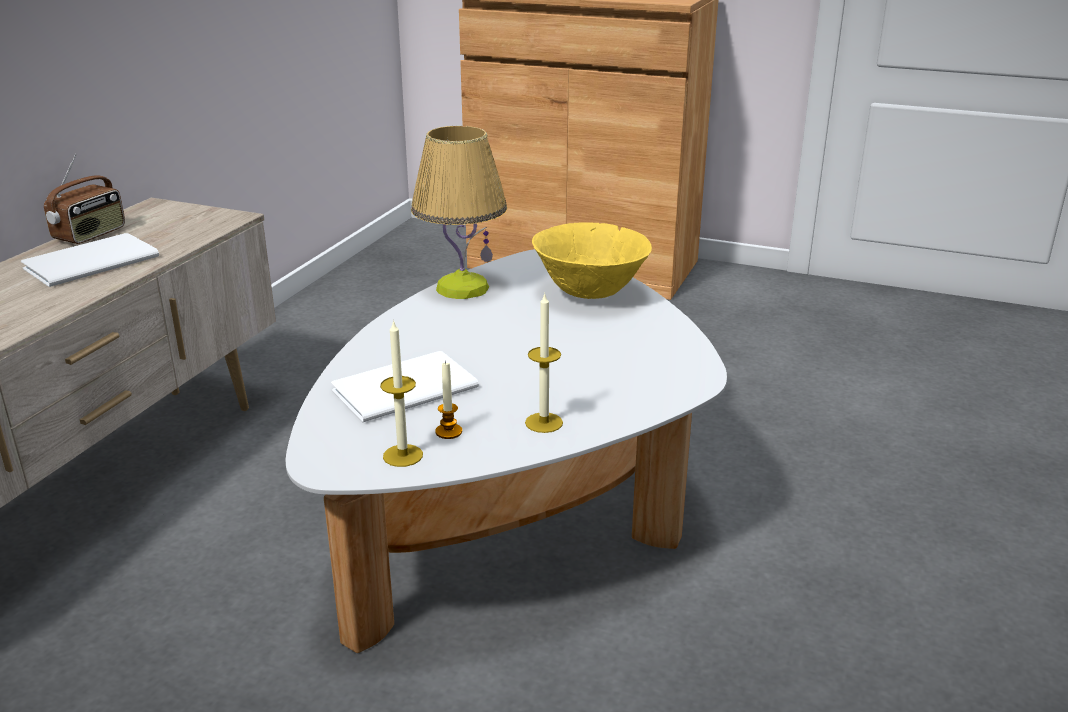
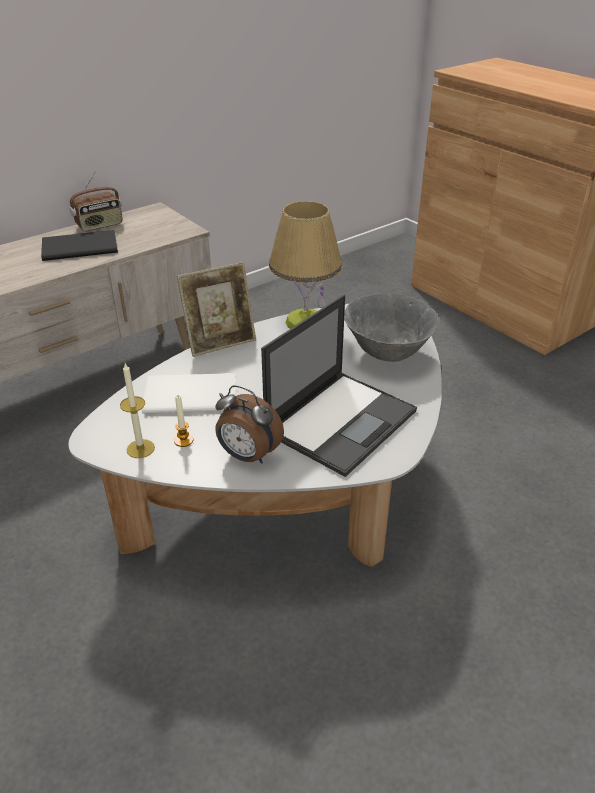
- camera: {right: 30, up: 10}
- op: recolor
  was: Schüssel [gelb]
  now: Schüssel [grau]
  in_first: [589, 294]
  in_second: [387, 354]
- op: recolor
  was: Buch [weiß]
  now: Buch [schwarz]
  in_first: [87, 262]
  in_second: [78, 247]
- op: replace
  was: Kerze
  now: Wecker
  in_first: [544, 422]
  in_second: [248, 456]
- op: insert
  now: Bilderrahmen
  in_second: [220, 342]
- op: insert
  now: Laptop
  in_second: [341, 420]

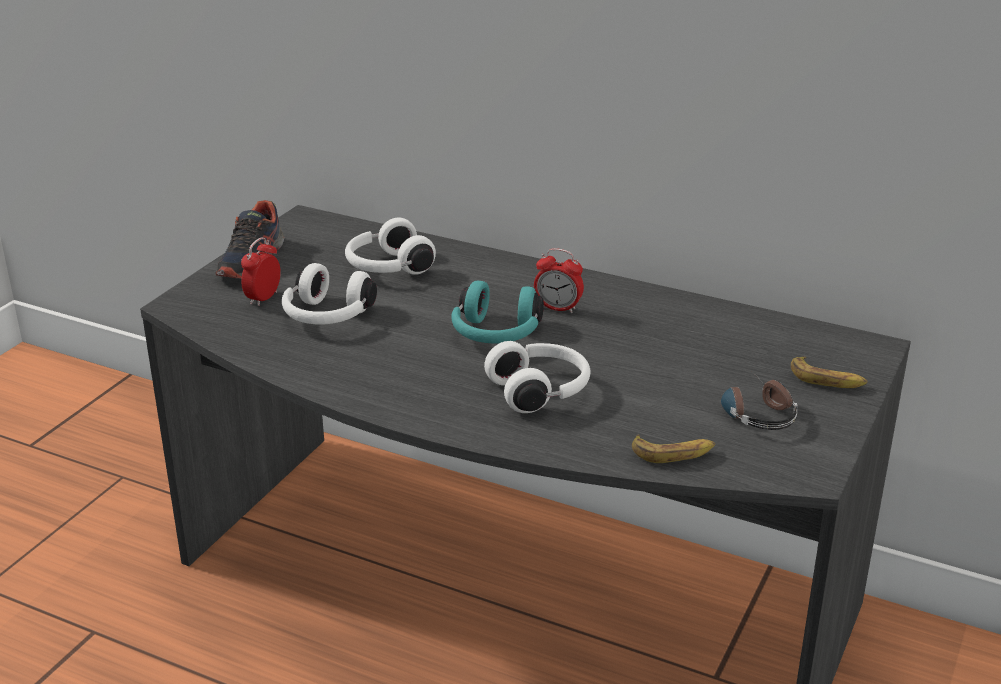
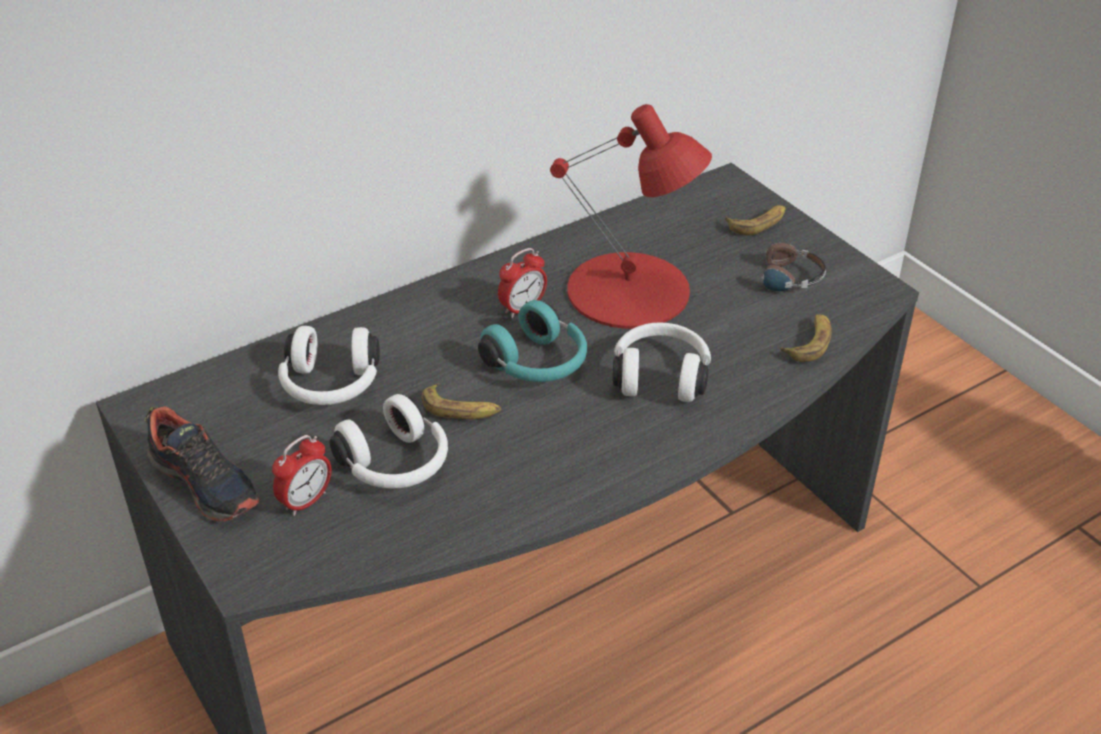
- camera: {right: -60, up: 10}
- op: rotate
  was: Wecker
  in_first: [263, 298]
  in_second: [306, 501]
  clockwise: -105
- op: insert
  now: Tischlampe [rot]
  in_second: [630, 291]
- op: insert
  now: Banane
  in_second: [461, 409]

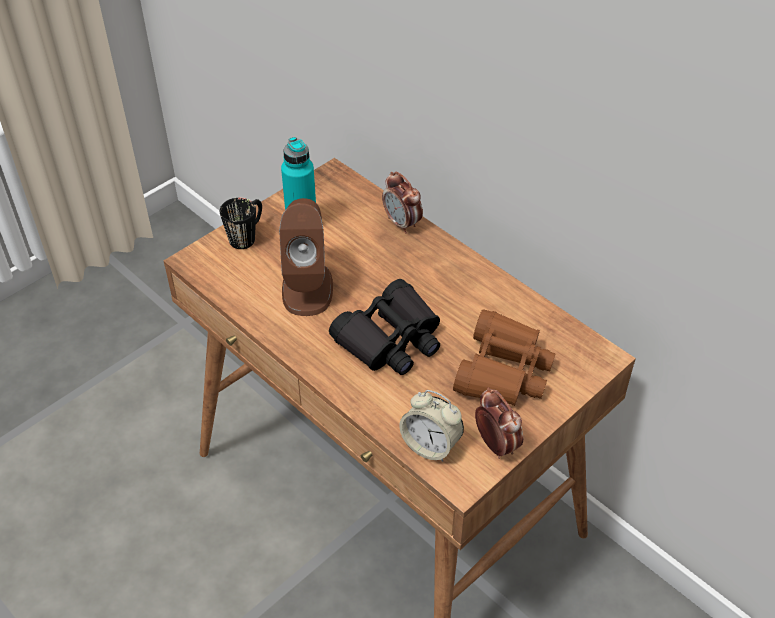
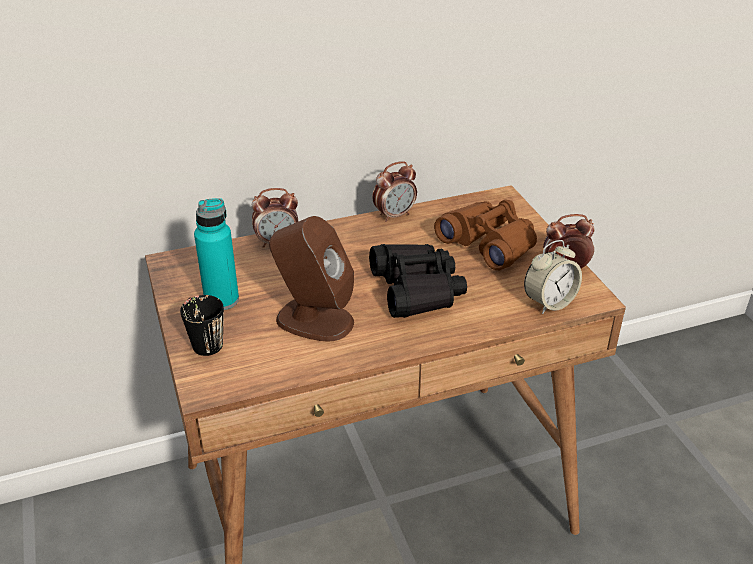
- camera: {right: -65, up: -10}
- op: insert
  now: Wecker
  in_second: [394, 215]

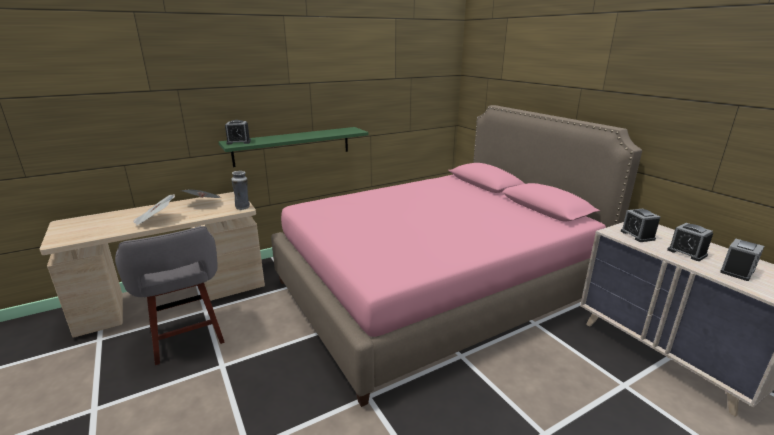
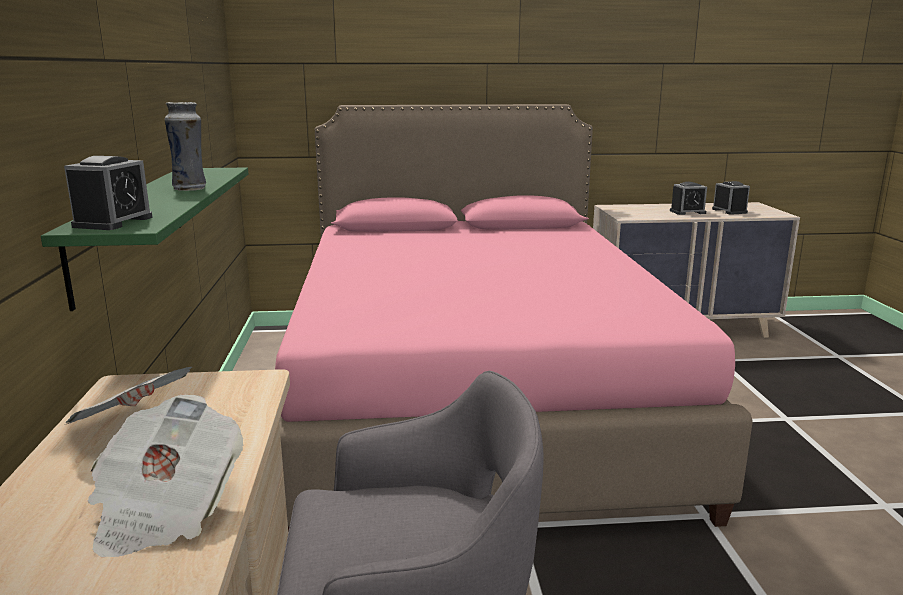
- camera: {right: -65, up: -5}
- op: move
  was: Vase
  in_first: [243, 207]
  in_second: [190, 188]
- op: delete
  was: Wecker
  in_first: [637, 235]

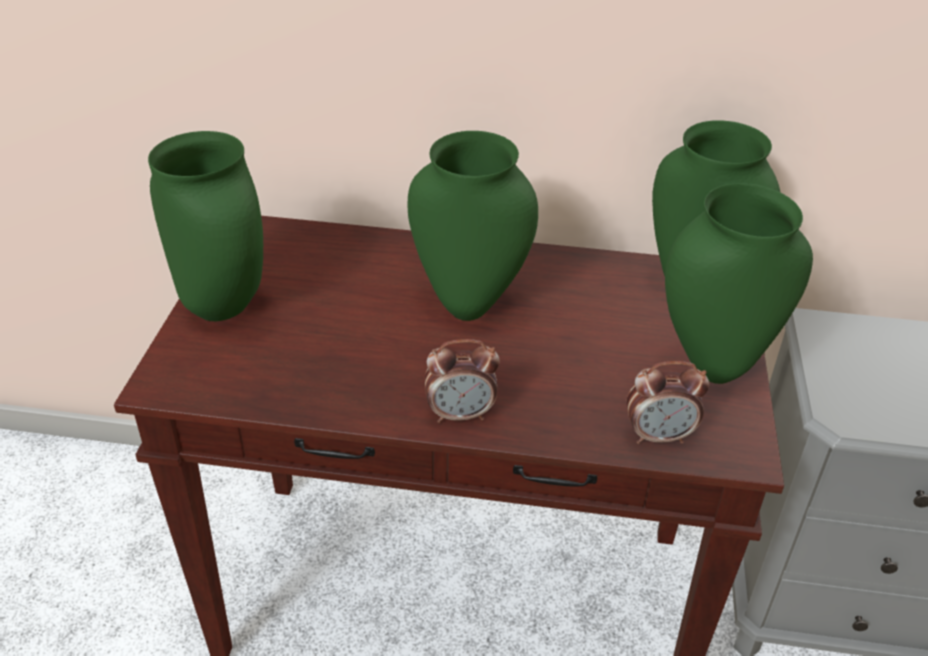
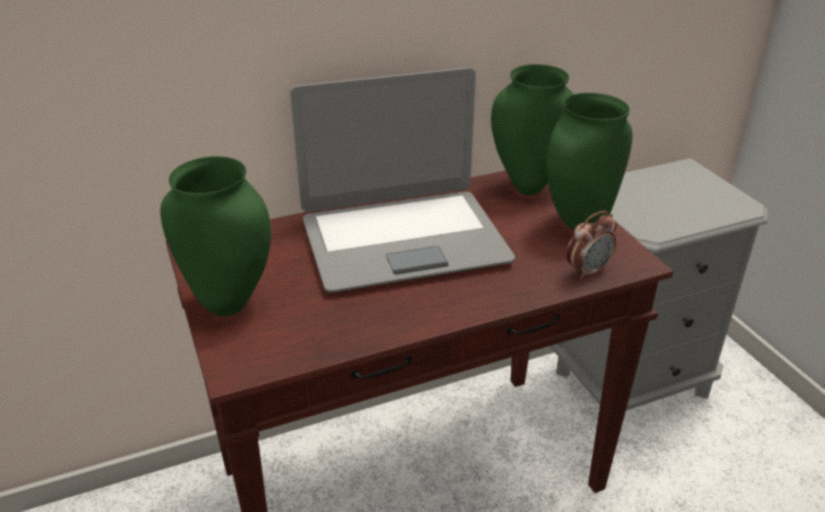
- camera: {right: -30, up: -5}
- op: replace
  was: Vase [grün]
  now: Laptop
  in_first: [470, 304]
  in_second: [403, 240]
- op: delete
  was: Wecker
  in_first: [460, 414]

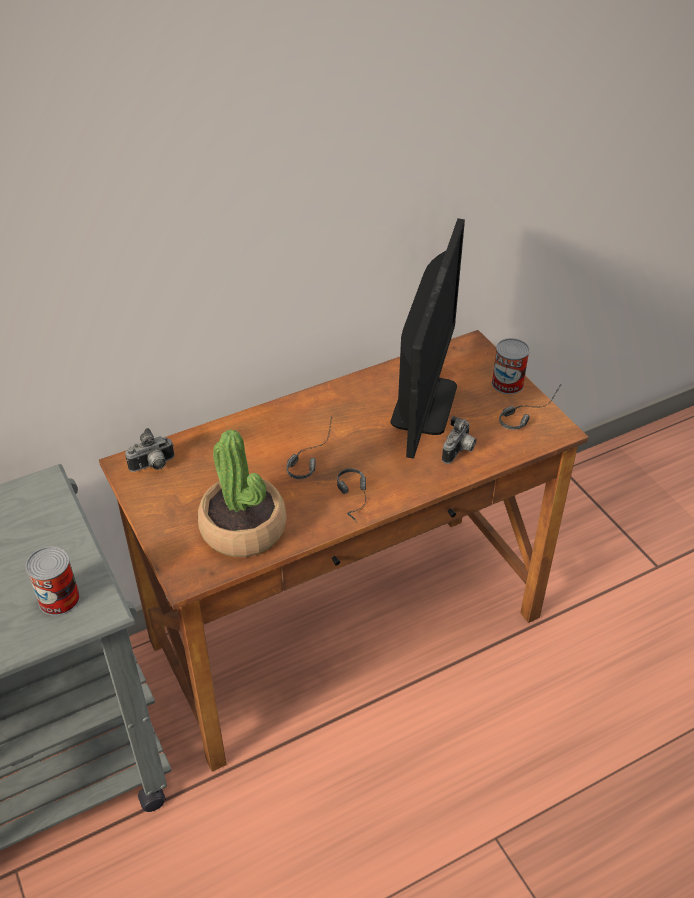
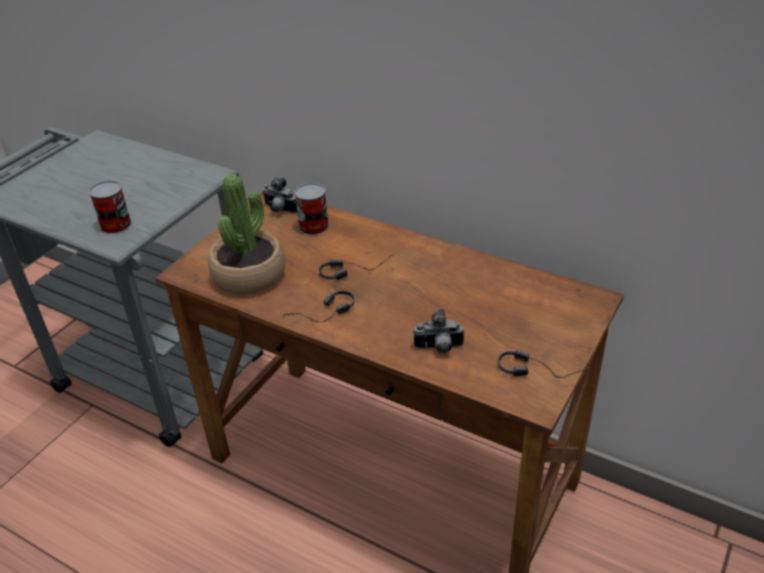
- camera: {right: 60, up: -5}
- op: delete
  was: Monitor
  in_first: [424, 404]
- op: move
  was: Dose
  in_first: [507, 383]
  in_second: [313, 226]

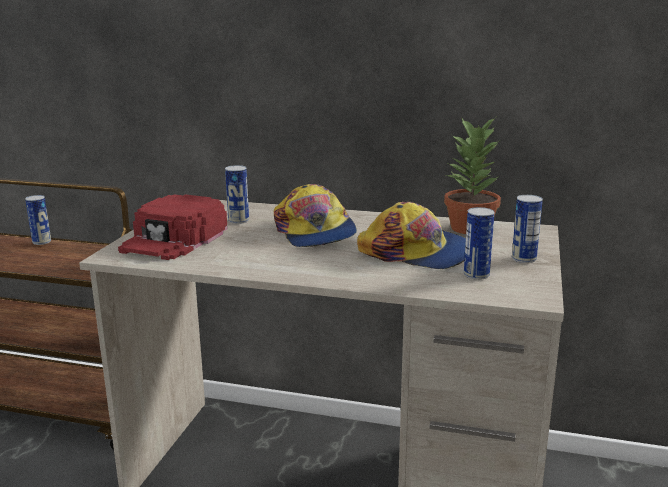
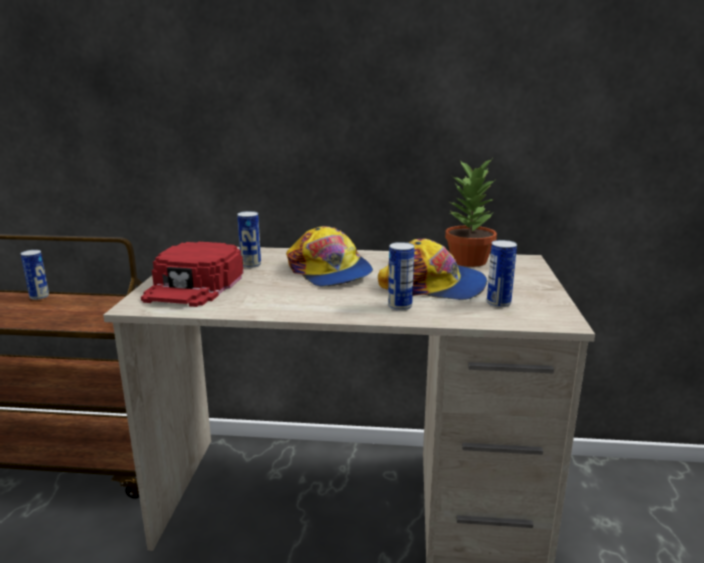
- camera: {right: -10, up: 0}
- op: move
  was: Dose
  in_first: [524, 259]
  in_second: [400, 306]

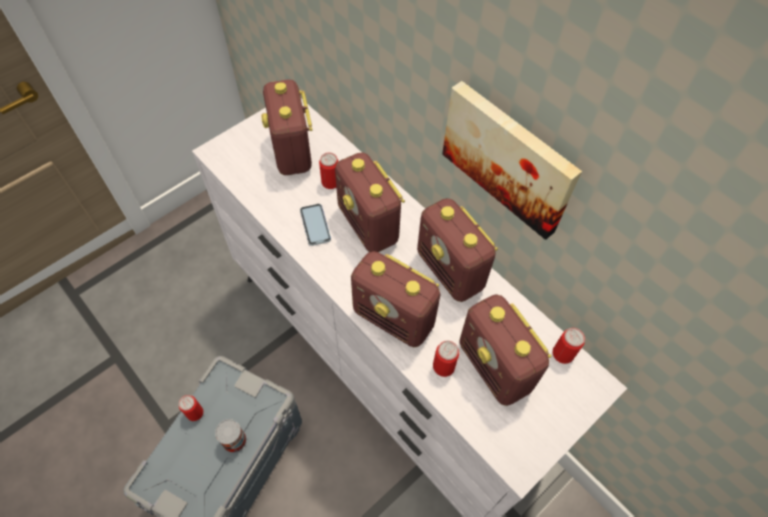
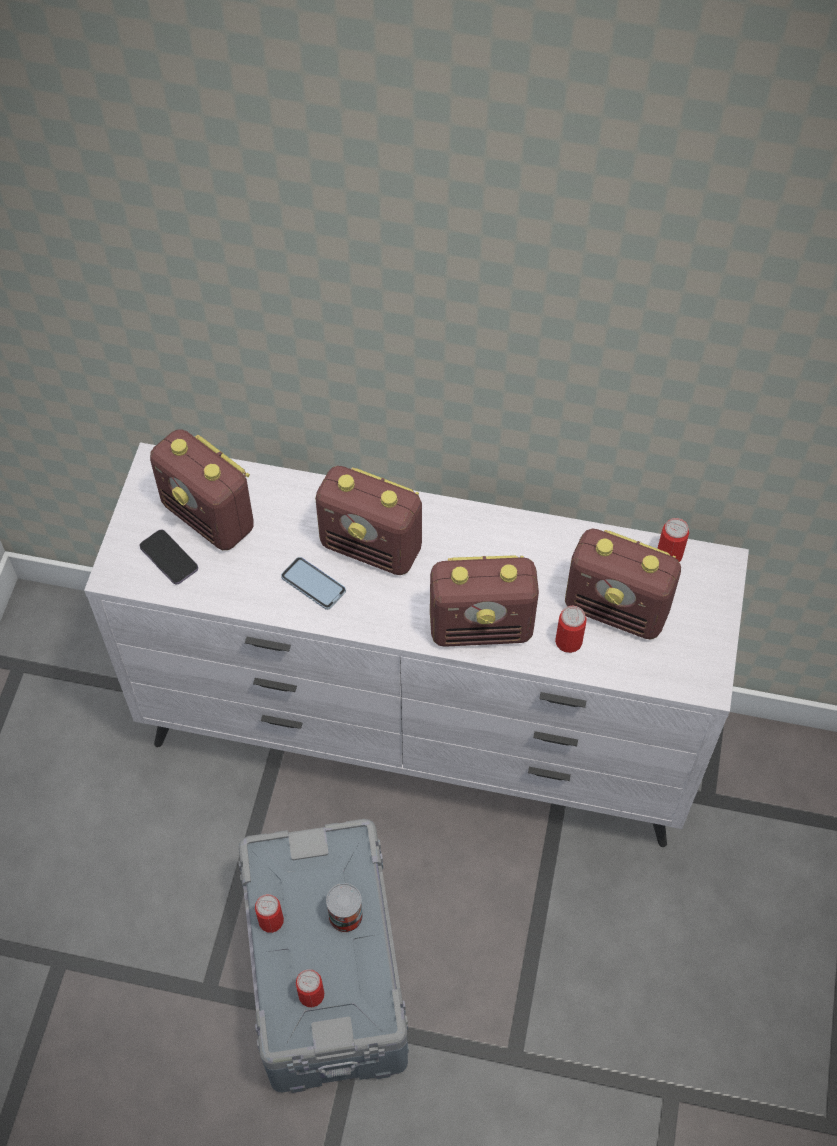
- camera: {right: -35, up: 0}
- op: delete
  was: Bild
  in_first: [509, 158]
- op: move
  was: Dose
  in_first: [330, 182]
  in_second: [311, 994]
- op: delete
  was: Radio
  in_first: [450, 271]
- op: insert
  now: Handy
  in_second: [169, 558]

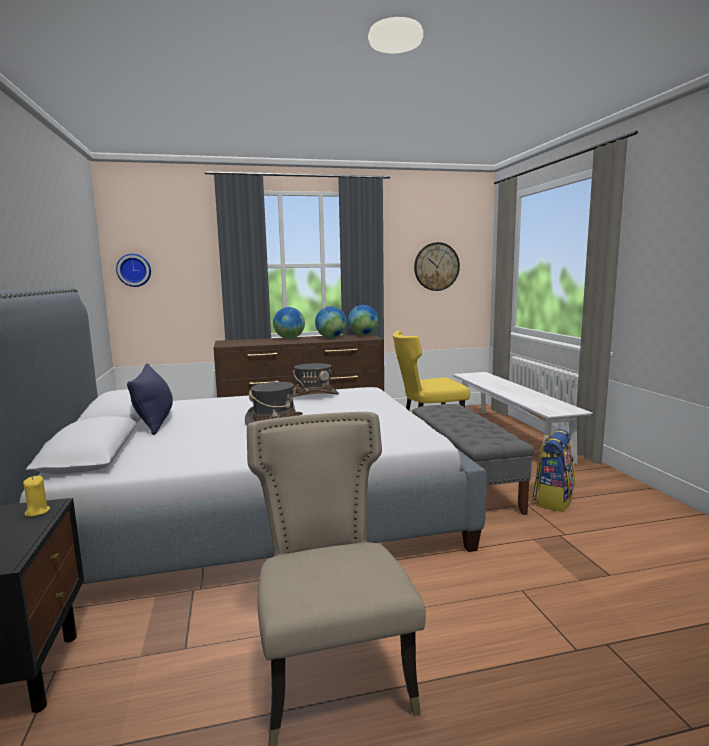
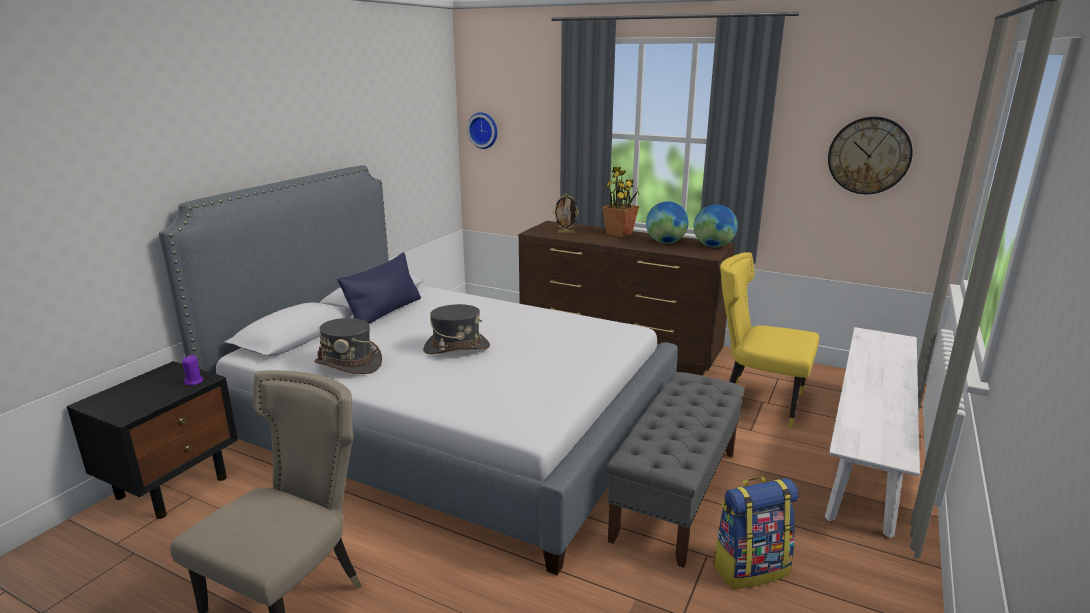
- camera: {right: 40, up: 10}
- op: replace
  was: Globus
  now: Topfpflanze
  in_first: [289, 338]
  in_second: [619, 233]
- op: move
  was: Hut [grau]
  in_first: [313, 395]
  in_second: [349, 364]
- op: recolor
  was: Kerze [gelb]
  now: Kerze [lila]
  in_first: [37, 512]
  in_second: [194, 381]
- op: insert
  now: Bilderrahmen
  in_second: [565, 232]

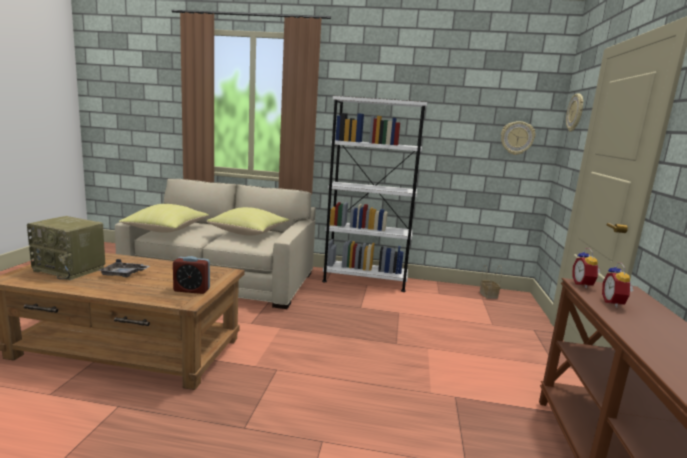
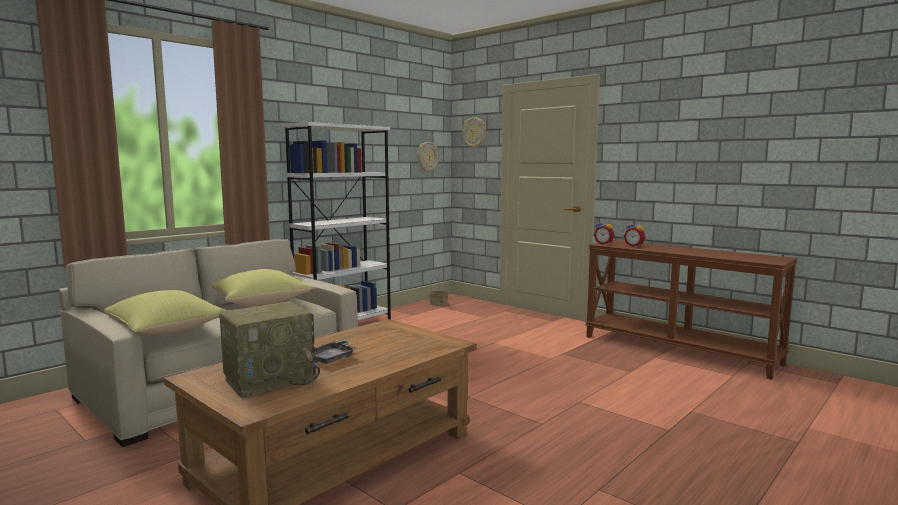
- camera: {right: -55, up: -5}
- op: delete
  was: Wecker
  in_first: [191, 290]

